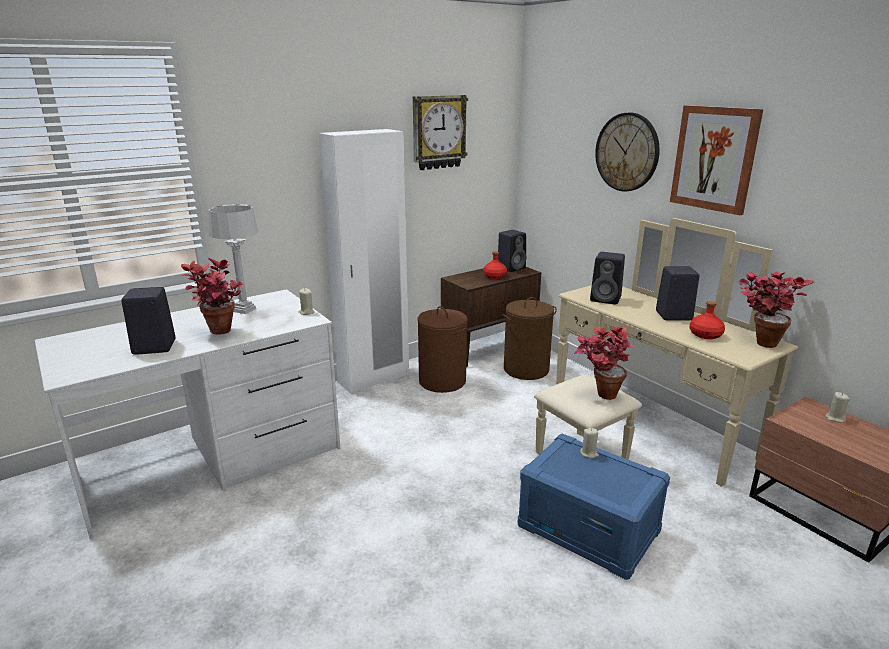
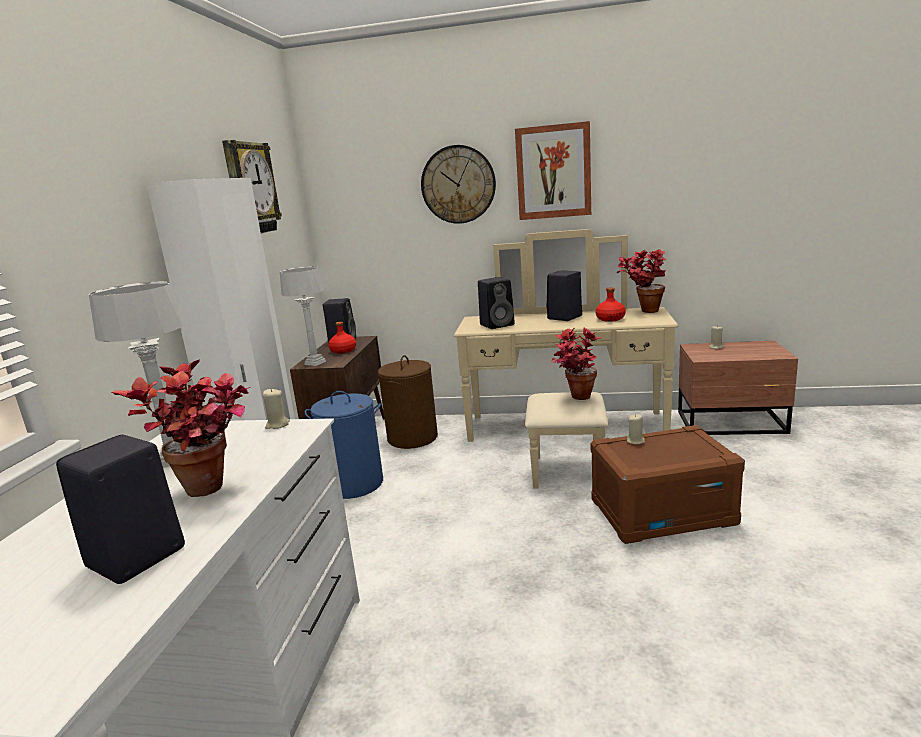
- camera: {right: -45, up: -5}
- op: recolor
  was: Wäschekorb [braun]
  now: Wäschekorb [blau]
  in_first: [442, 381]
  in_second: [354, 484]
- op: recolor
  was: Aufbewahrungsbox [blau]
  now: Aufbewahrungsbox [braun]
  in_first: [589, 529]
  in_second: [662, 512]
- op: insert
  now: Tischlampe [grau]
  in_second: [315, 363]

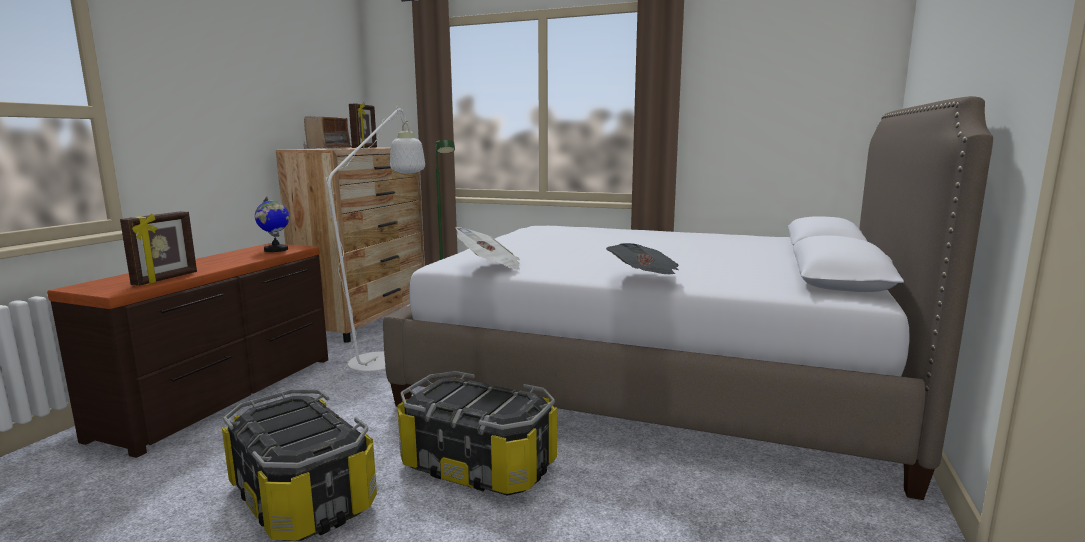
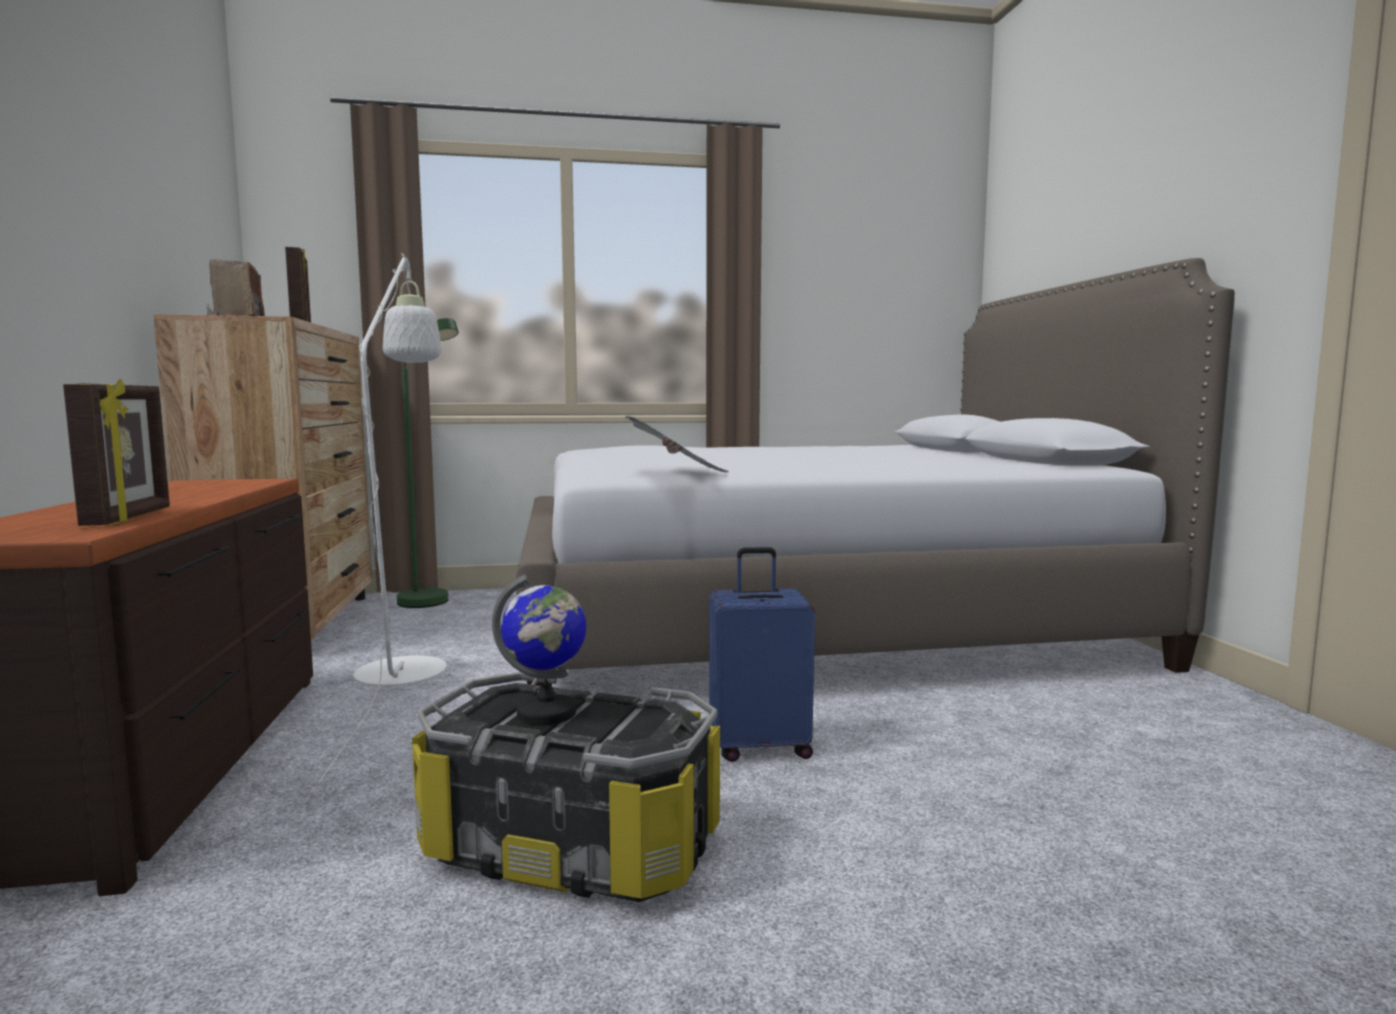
- camera: {right: -30, up: -5}
- op: move
  was: Globus
  in_first: [276, 250]
  in_second: [547, 713]
- op: delete
  was: Zeitung
  in_first: [645, 280]
- op: replace
  was: Aufbewahrungsbox
  now: Koffer [blau]
  in_first: [479, 465]
  in_second: [760, 746]

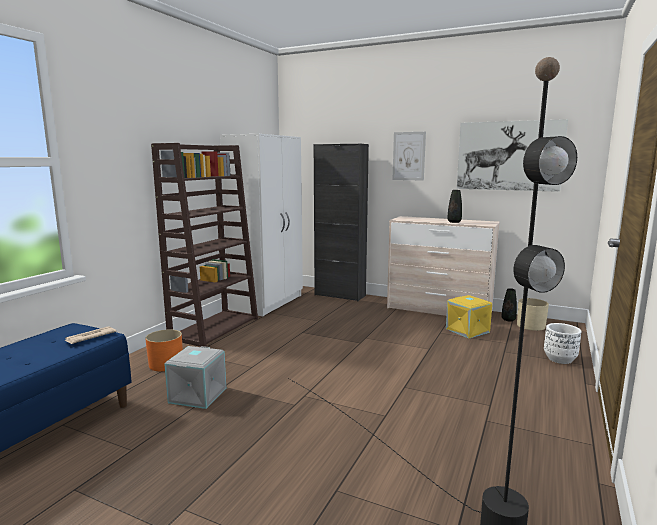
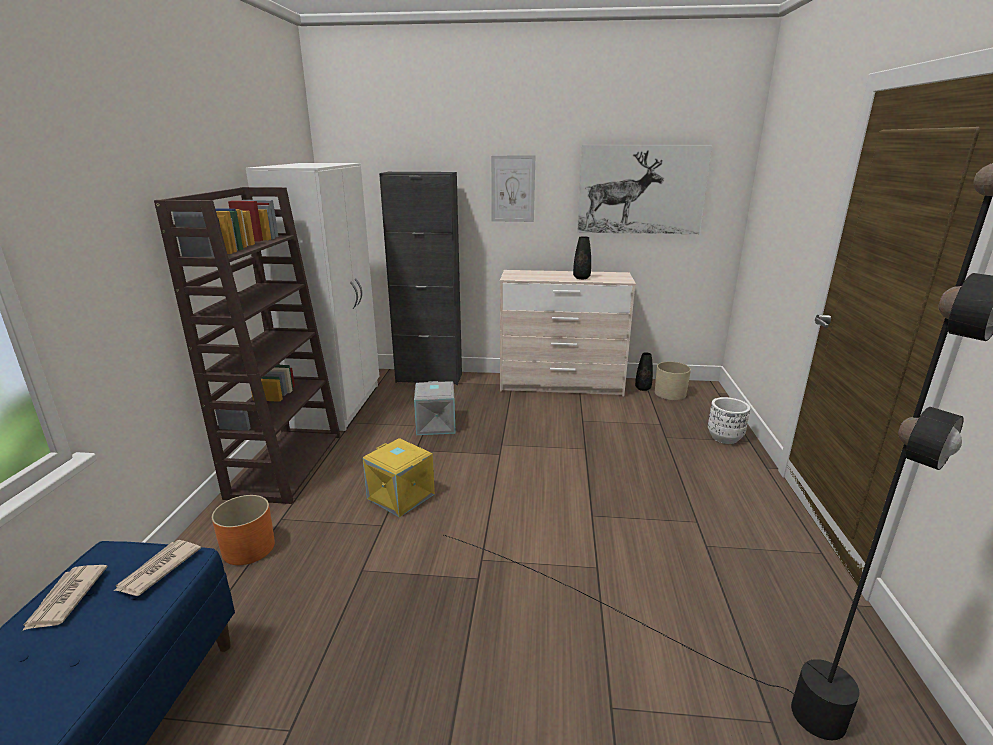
- camera: {right: -20, up: 10}
- op: move
  was: Aufbewahrungsbox [gelb]
  in_first: [466, 330]
  in_second: [399, 497]
- op: move
  was: Aufbewahrungsbox [grau]
  in_first: [198, 395]
  in_second: [436, 425]
- op: insert
  now: Zeitung
  in_second: [65, 599]

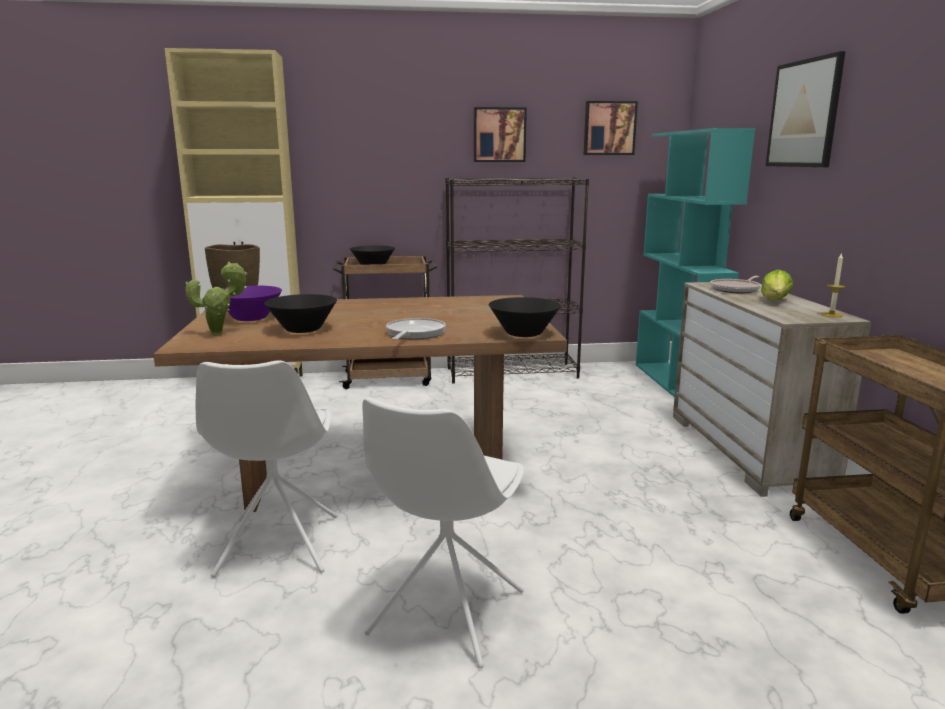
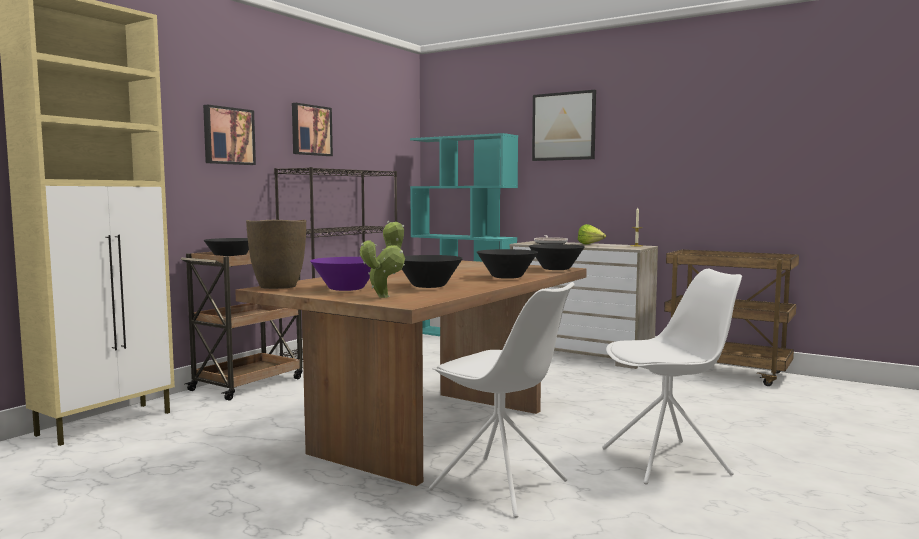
- camera: {right: -50, up: -10}
- op: move
  was: Bild
  in_first: [609, 128]
  in_second: [228, 136]
- op: replace
  was: Pfanne
  now: Schüssel [schwarz]
  in_first: [414, 334]
  in_second: [507, 277]
- op: rotate
  was: Stuhl [weiß]
  in_first: [445, 614]
  in_second: [667, 461]
  clockwise: -75

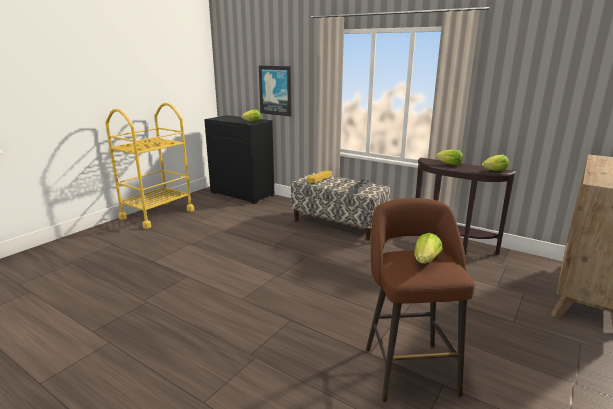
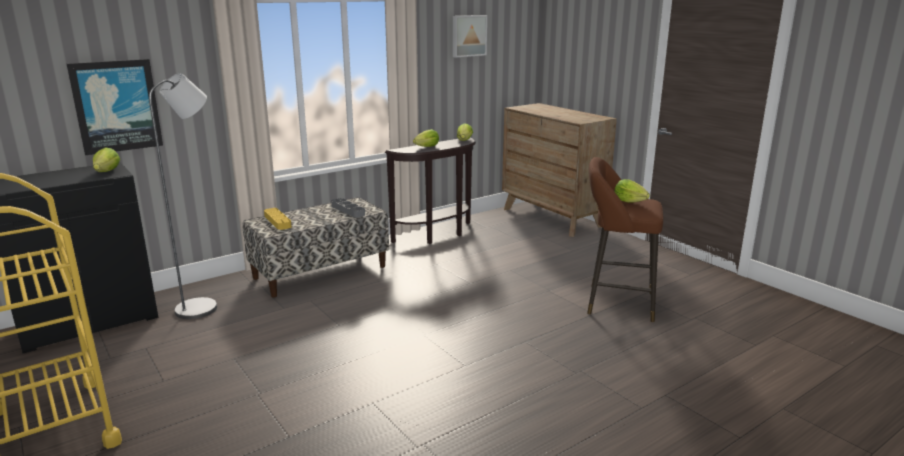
- camera: {right: -70, up: 0}
- op: insert
  now: Bild
  in_second: [468, 35]
- op: insert
  now: Stehlampe [grau]
  in_second: [204, 306]

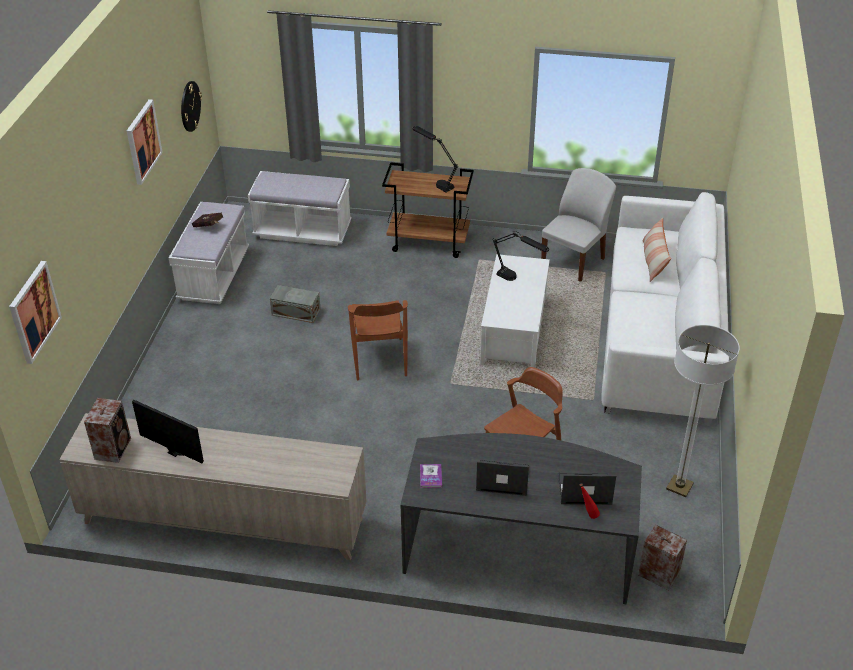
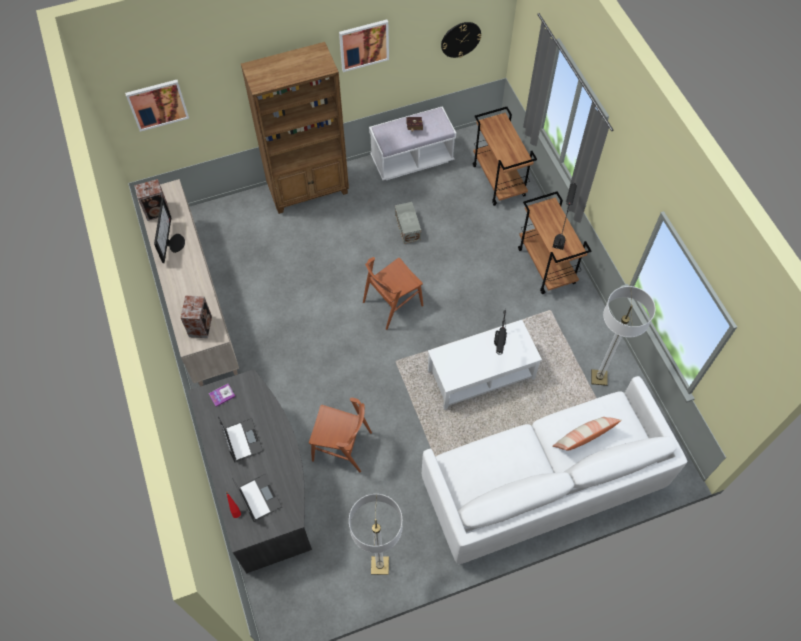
- camera: {right: 60, up: 20}
- op: replace
  was: Stuhl [weiß]
  now: Stehlampe
  in_first: [574, 261]
  in_second: [599, 378]
- op: replace
  was: Bank [weiß]
  now: Rollwagen [braun]
  in_first: [303, 231]
  in_second: [499, 181]
- op: move
  was: Lautsprecher
  in_first: [658, 573]
  in_second: [201, 325]
- op: insert
  now: Bücherregal [braun]
  in_second: [309, 190]

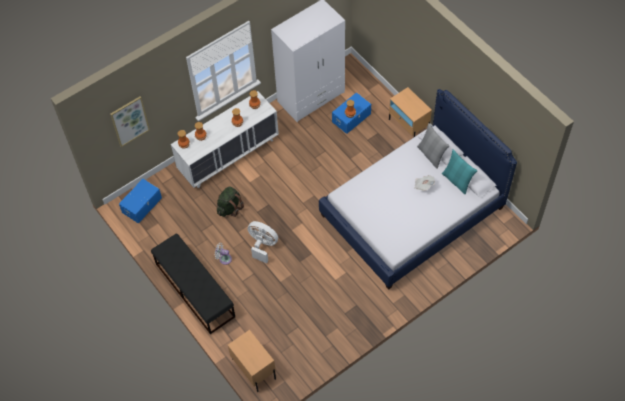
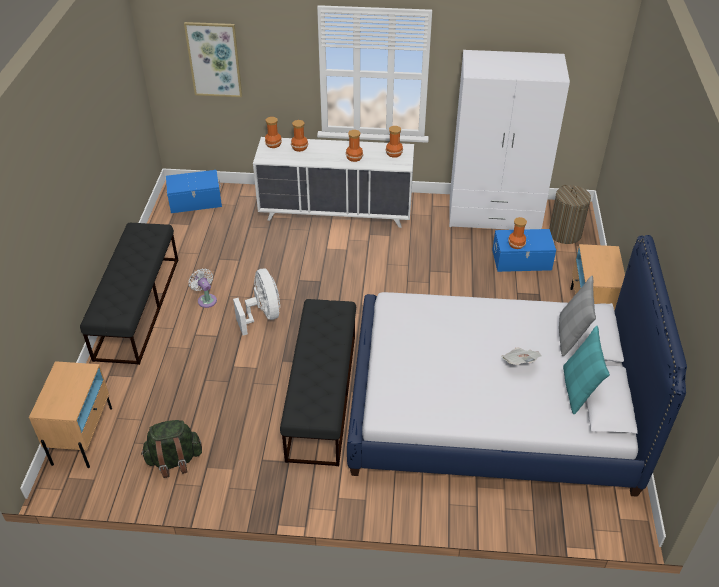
- camera: {right: 40, up: -15}
- op: move
  was: Rucksack [grün]
  in_first: [230, 208]
  in_second: [174, 460]
- op: insert
  now: Wäschekorb
  in_second: [565, 234]
- op: insert
  now: Bank [schwarz]
  in_second: [322, 396]

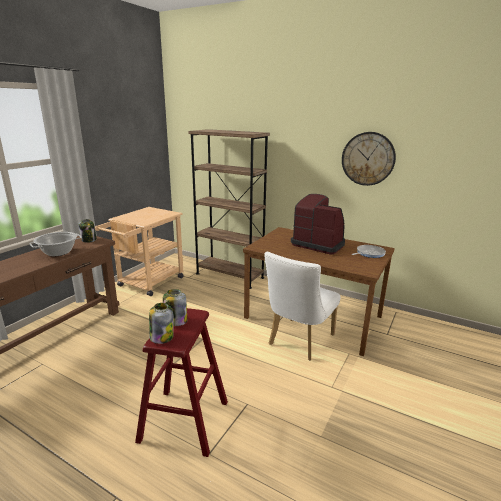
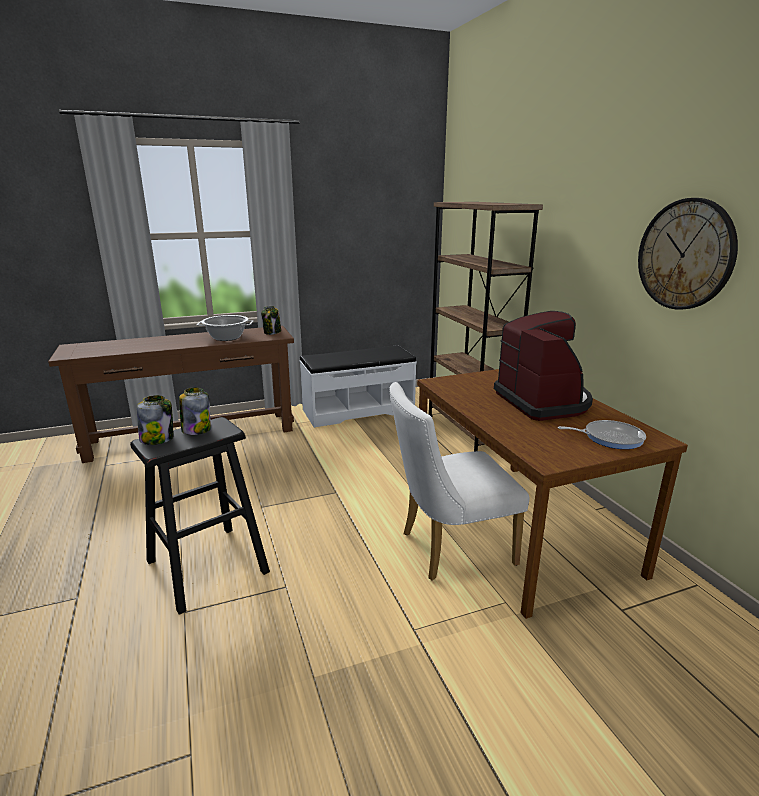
- camera: {right: 40, up: 0}
- op: replace
  was: Rollwagen [beige]
  now: Bank [weiß]
  in_first: [147, 284]
  in_second: [358, 410]
- op: recolor
  was: Hocker [rot]
  now: Hocker [schwarz]
  in_first: [184, 421]
  in_second: [207, 566]

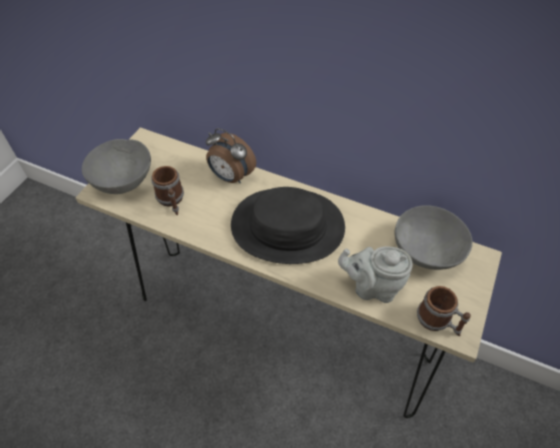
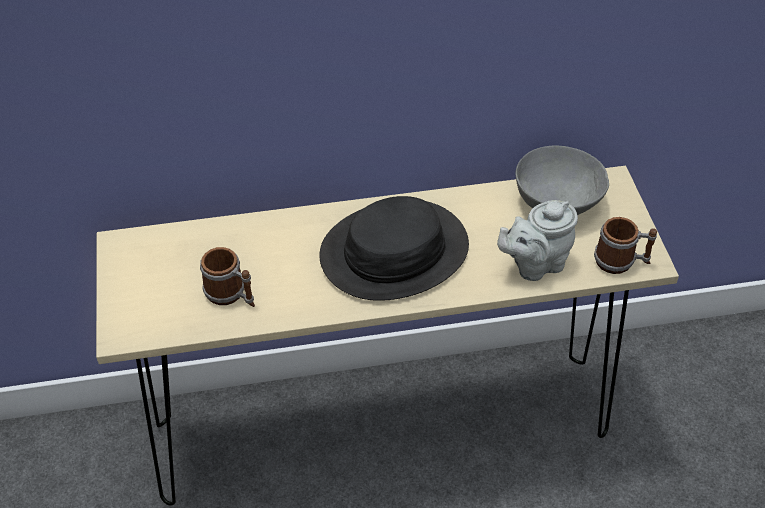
- camera: {right: -35, up: -5}
- op: delete
  was: Wecker
  in_first: [230, 177]
- op: delete
  was: Schüssel [grau]
  in_first: [123, 180]

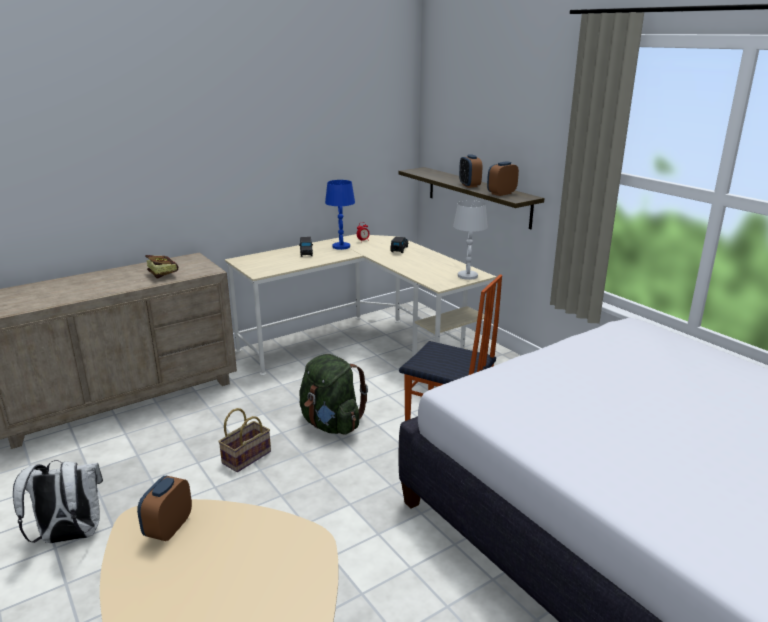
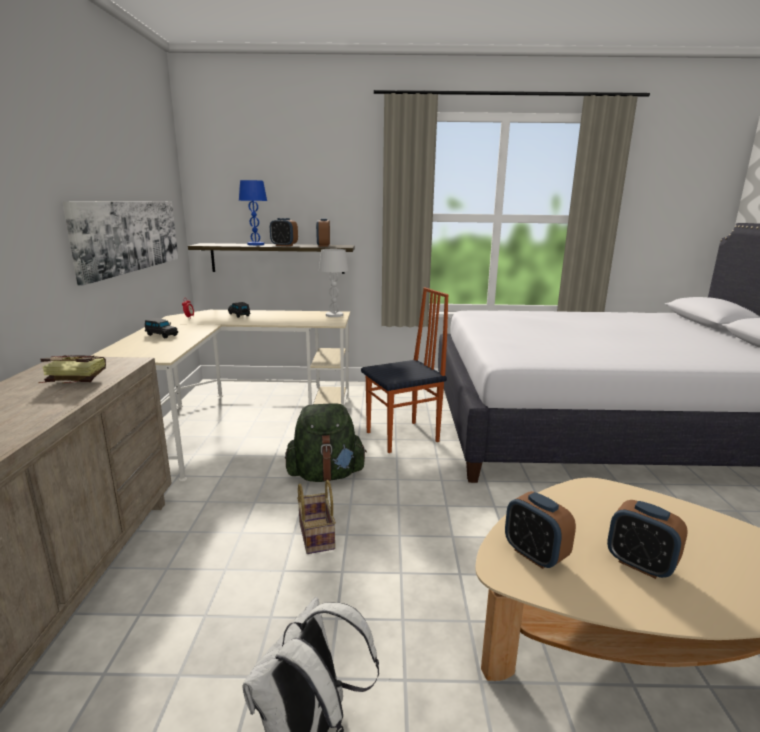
- camera: {right: -55, up: -5}
- op: move
  was: Tischlampe [blau]
  in_first: [341, 246]
  in_second: [255, 244]
- op: insert
  now: Bild
  in_second: [129, 236]
- op: insert
  now: Wecker
  in_second: [640, 564]

